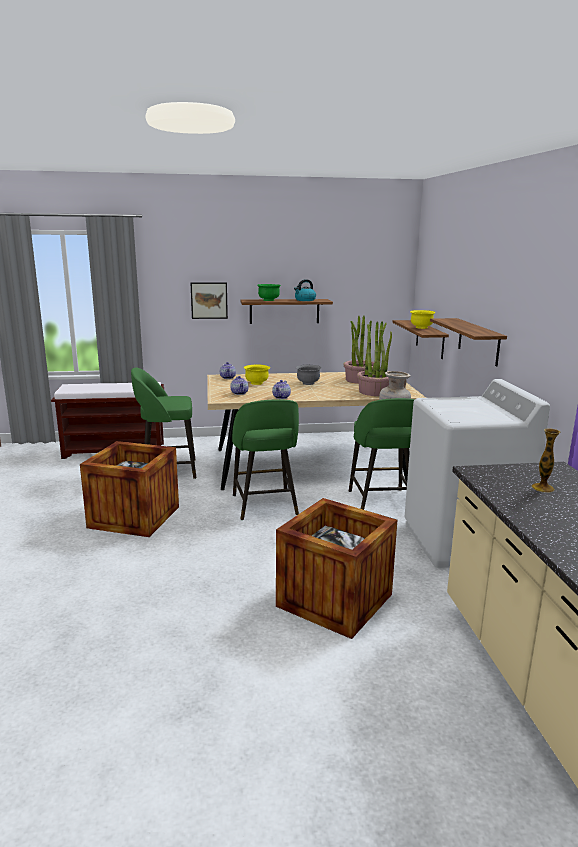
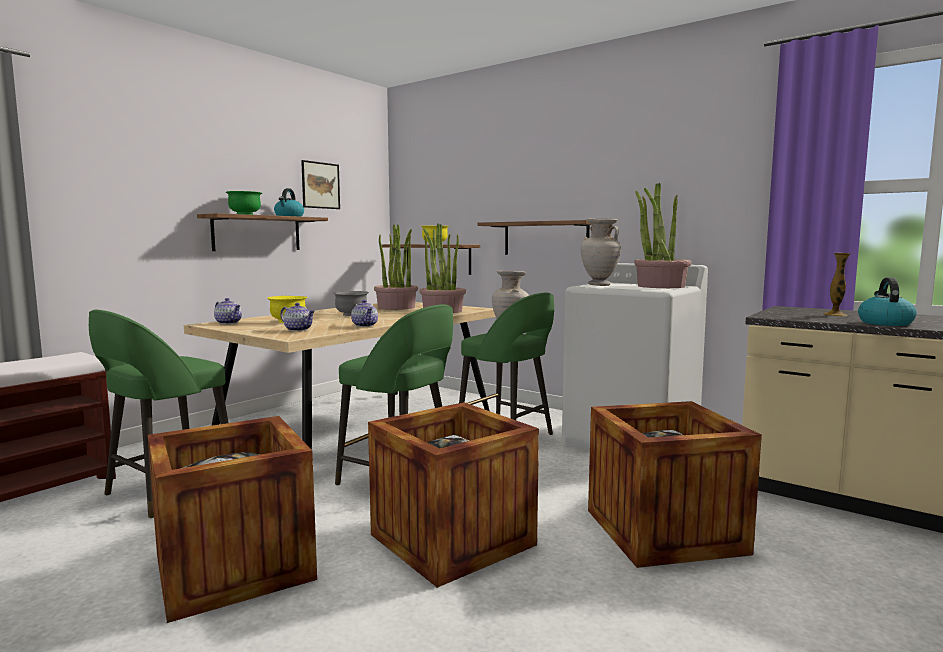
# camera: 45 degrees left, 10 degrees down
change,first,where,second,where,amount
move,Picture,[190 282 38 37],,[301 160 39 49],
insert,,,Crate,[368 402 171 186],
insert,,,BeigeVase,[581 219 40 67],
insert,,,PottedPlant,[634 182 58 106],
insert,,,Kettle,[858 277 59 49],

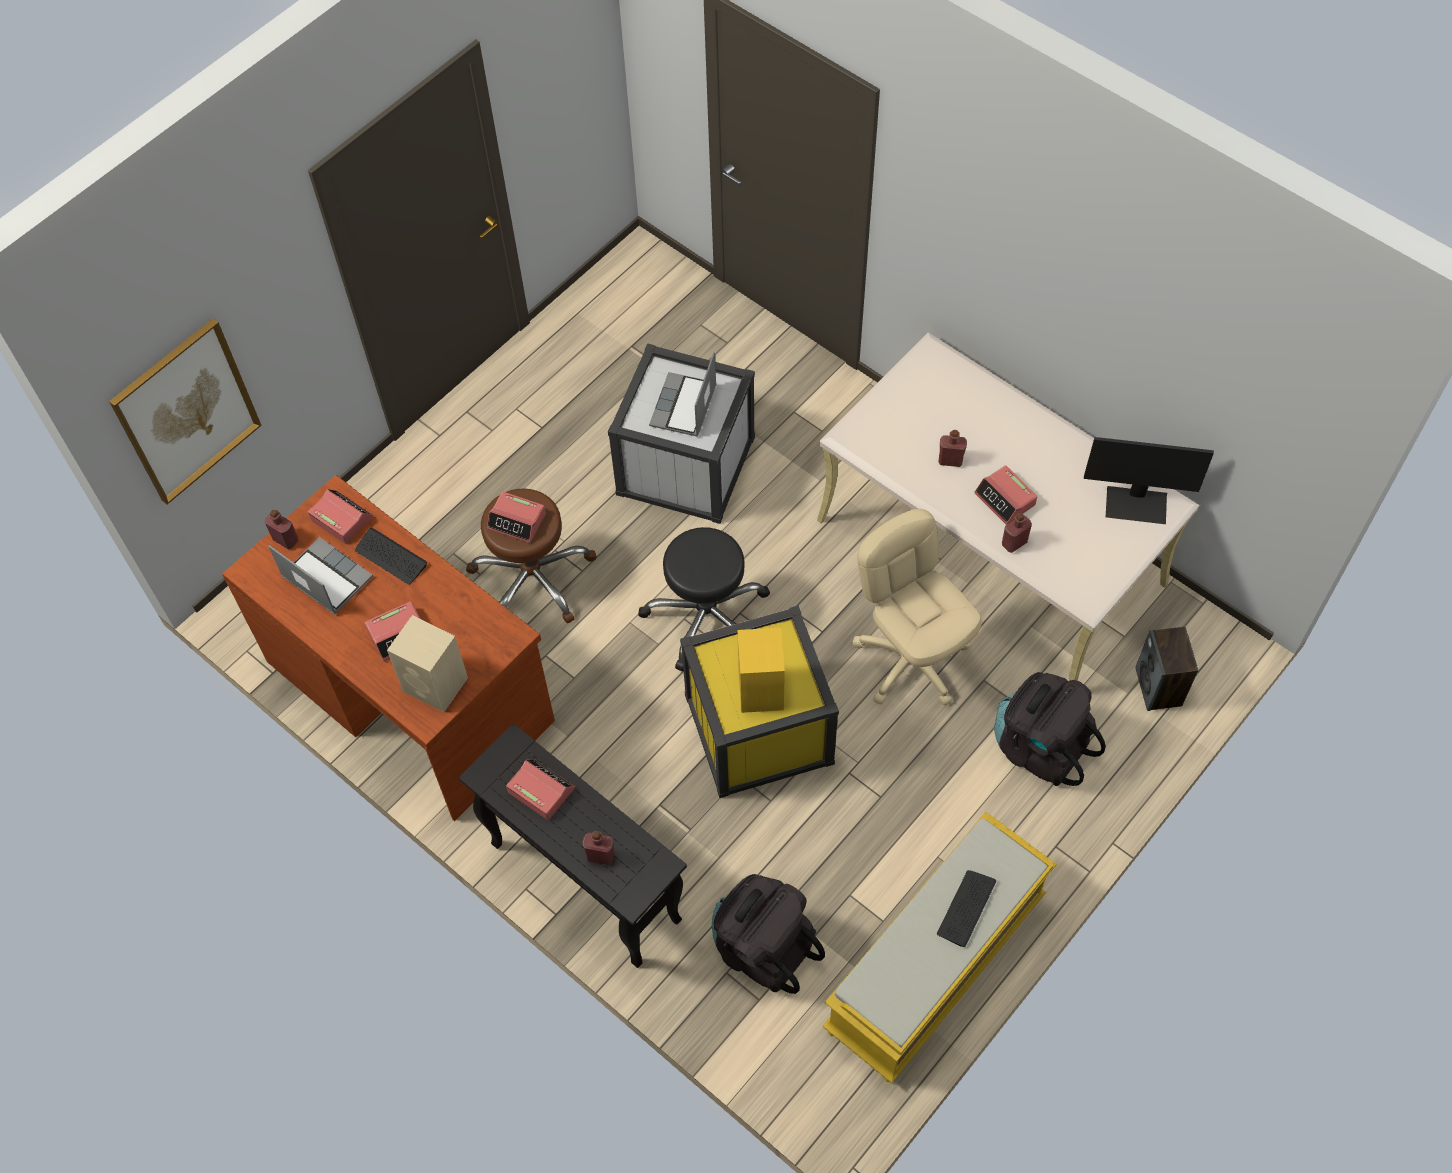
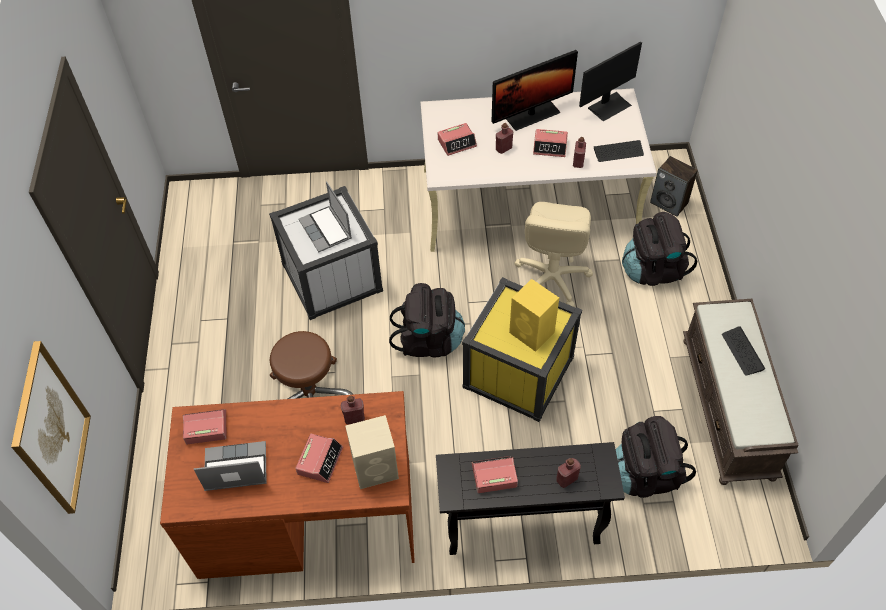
# camera: 45 degrees left, 5 degrees down
change,first,where,second,where,amount
move,RedBottle,[265 510 33 39],,[341 396 24 29],
move,Keyboard,[355 528 73 57],,[594 140 50 22],
move,AlarmClock,[487 492 59 51],,[438 123 39 33],
replace,BlackStool,[638 527 132 144],BlackBackpack,[389 283 76 74],
recolor,YellowBench,[822 812 235 272],BrownBench,[683 299 116 186],
rotate,BeigeOfficeChair,[852 509 130 197],,[514 202 79 105],90 degrees counterclockwise
insert,,,Monitor,[491 50 87 81],

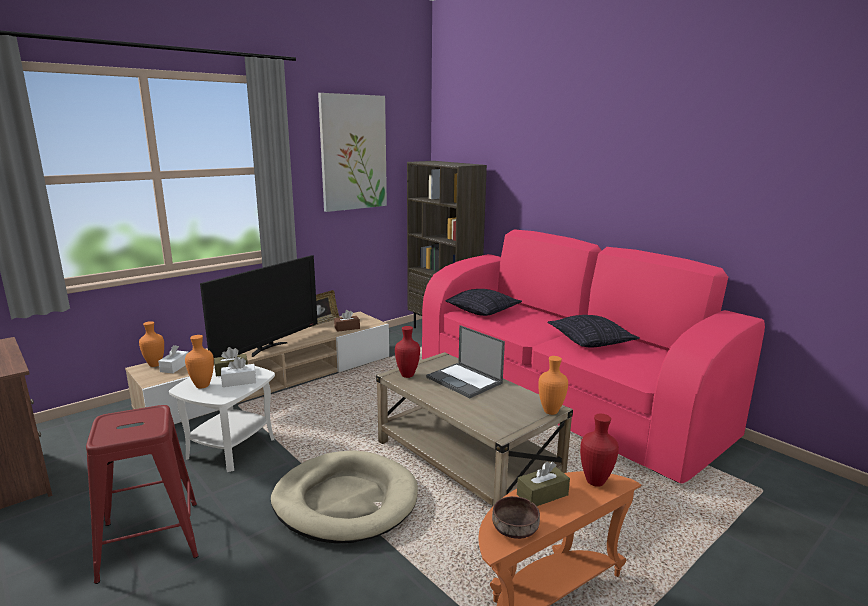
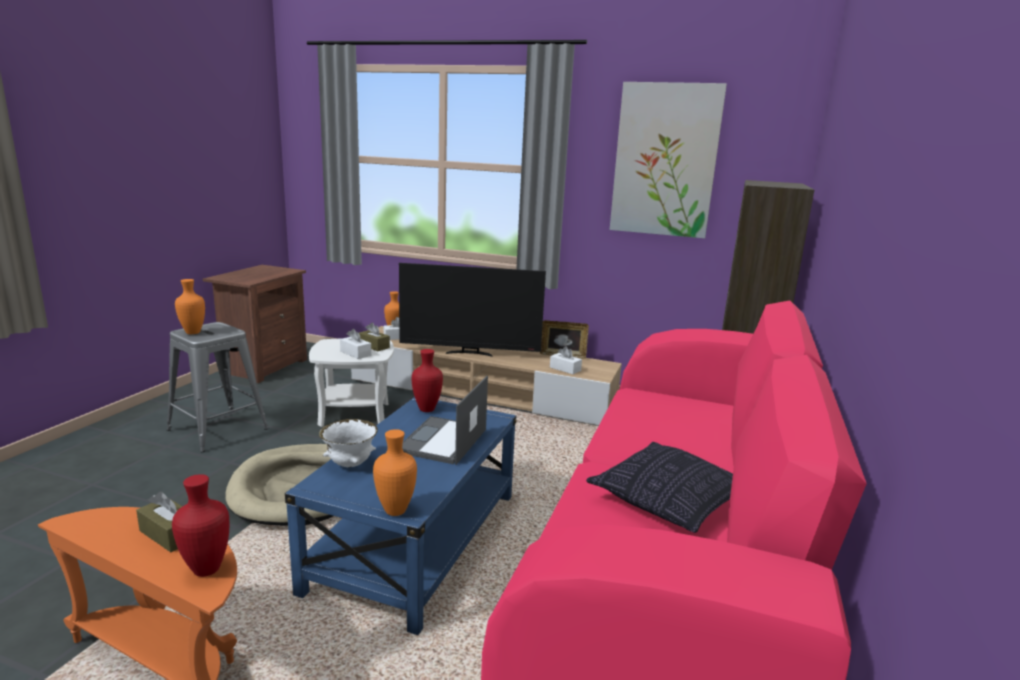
# camera: 60 degrees right, 0 degrees up
change,first,where,second,where,amount
recolor,RedStool,[86 405 113 179],GreyStool,[167 322 101 130],
move,OrangeVase,[185 335 29 54],,[175 279 30 55],
recolor,BrownTissueBox,[334 310 26 22],WhiteTissueBox,[550 346 32 28],
recolor,BeigeCoffeeTable,[376 352 197 154],BlueCoffeeTable,[285 397 232 238],
delete,Pillow,[446 289 76 27],,,
delete,BrownBowl,[492 496 48 43],,,
insert,,,WhiteBowl,[319 419 59 48],

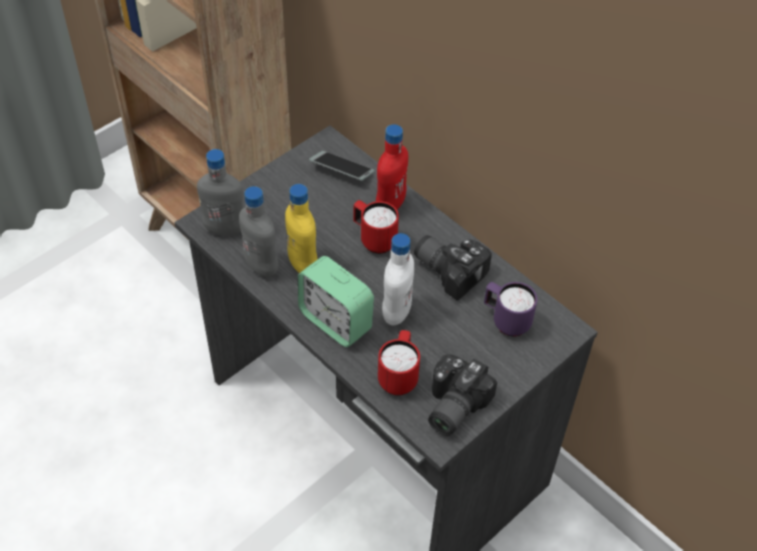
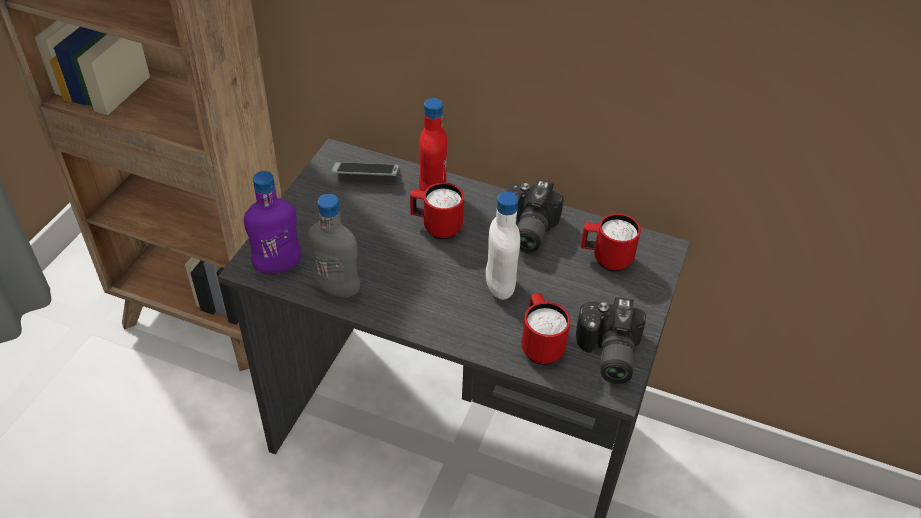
# camera: 25 degrees left, 5 degrees down
change,first,where,second,where,amount
recolor,GreyBottle,[197 149 46 87],PurpleBottle,[244 171 57 103],
delete,YellowBottle,[285 184 33 89],,,
delete,AlarmClock,[298 256 76 91],,,
rotate,PhotoCamera,[414 235 78 66],,[505 180 59 73],90 degrees counterclockwise
recolor,PurpleMug,[484 282 53 55],RedMug,[581 213 60 59],

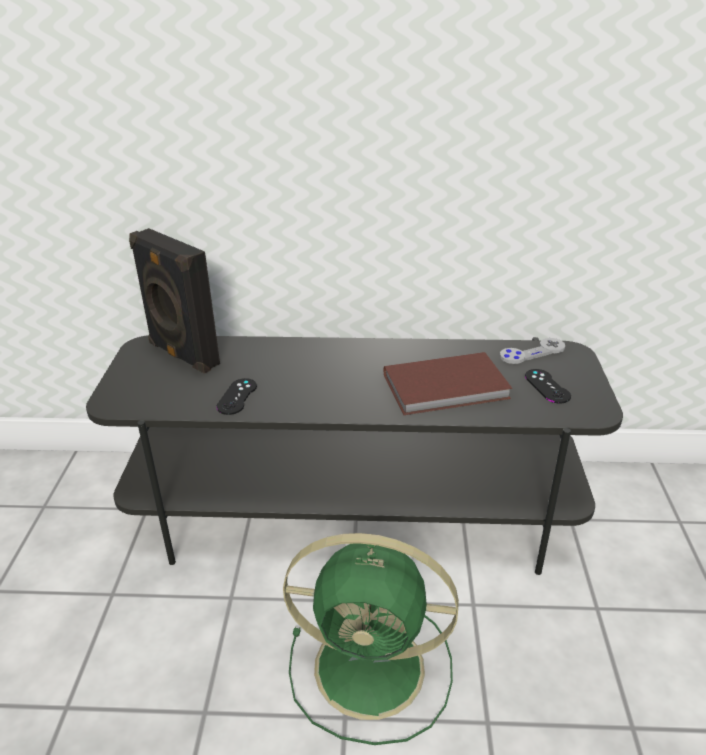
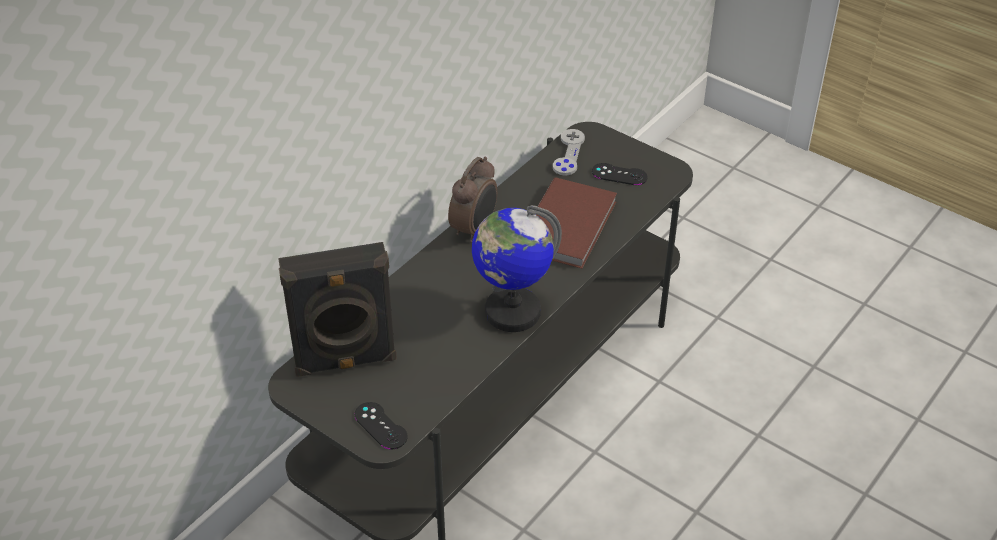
# camera: 55 degrees left, 10 degrees up
change,first,where,second,where,amount
move,BlackGameController,[216 378 41 37],,[354 402 54 47],
delete,GreenFan,[283 533 176 212],,,
insert,,,AlarmClock,[448 157 49 86],
insert,,,Globe,[472 205 90 127],

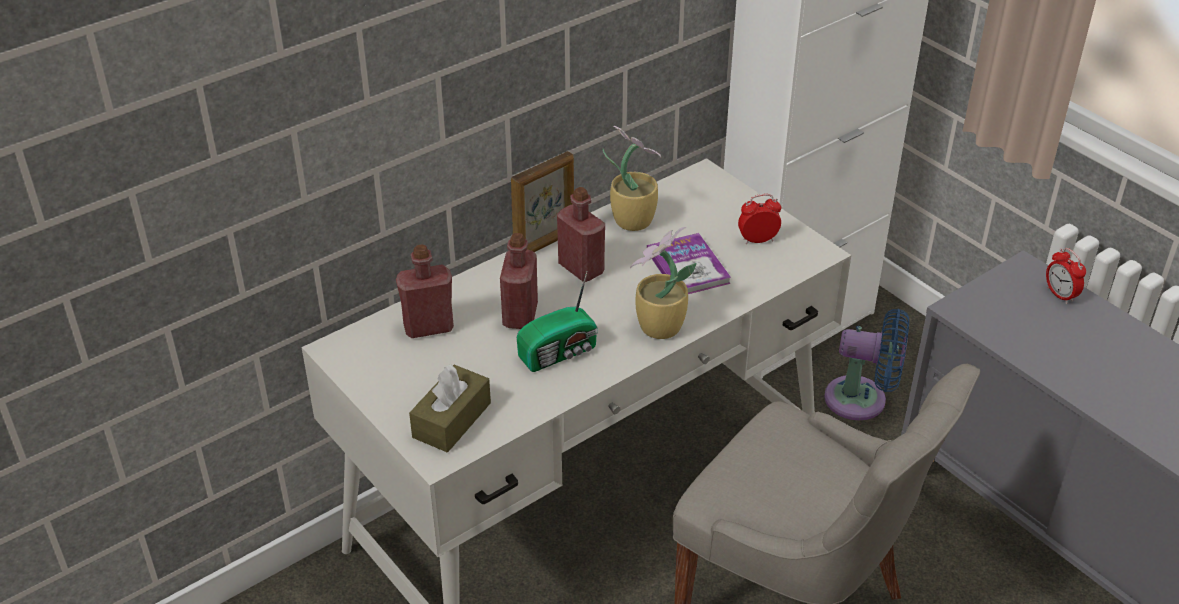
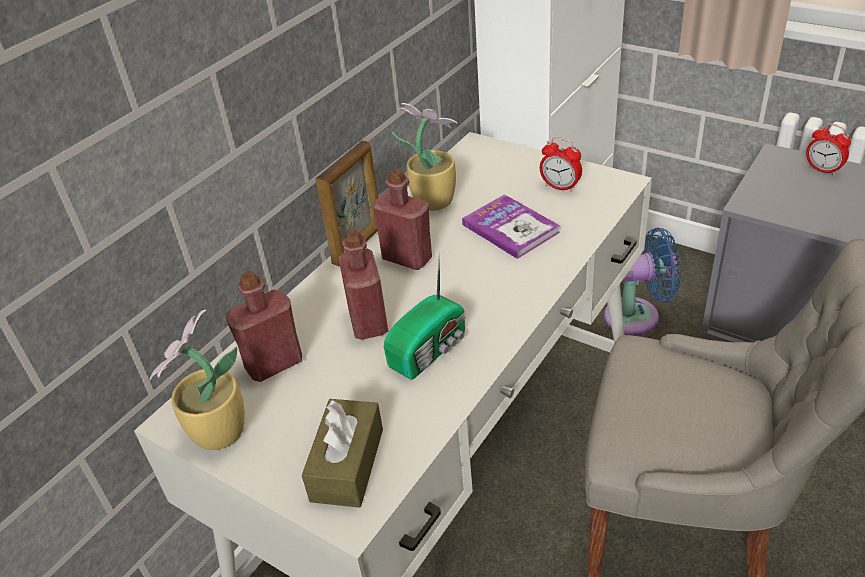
# camera: 15 degrees left, 0 degrees up
change,first,where,second,where,amount
move,PottedPlant,[630 227 66 112],,[150 310 94 140],
rotate,AlarmClock,[738 194 43 50],,[540 137 42 55],120 degrees counterclockwise

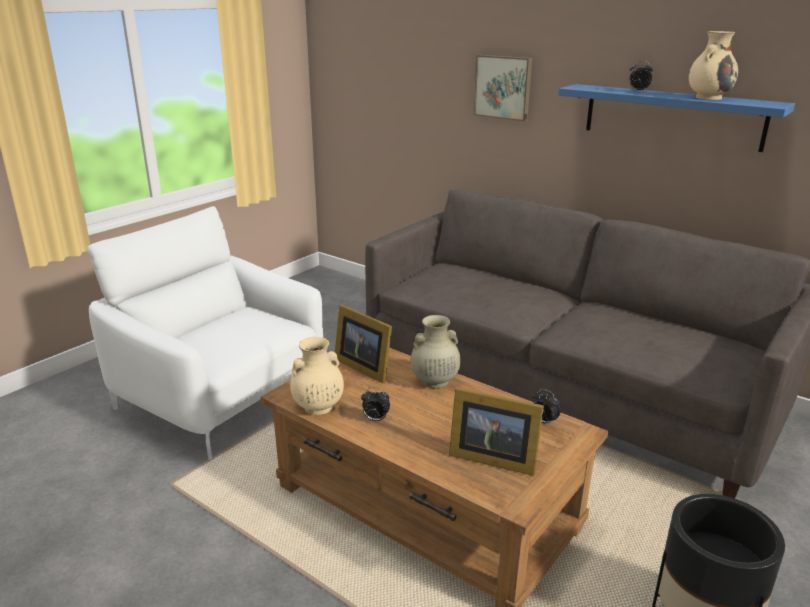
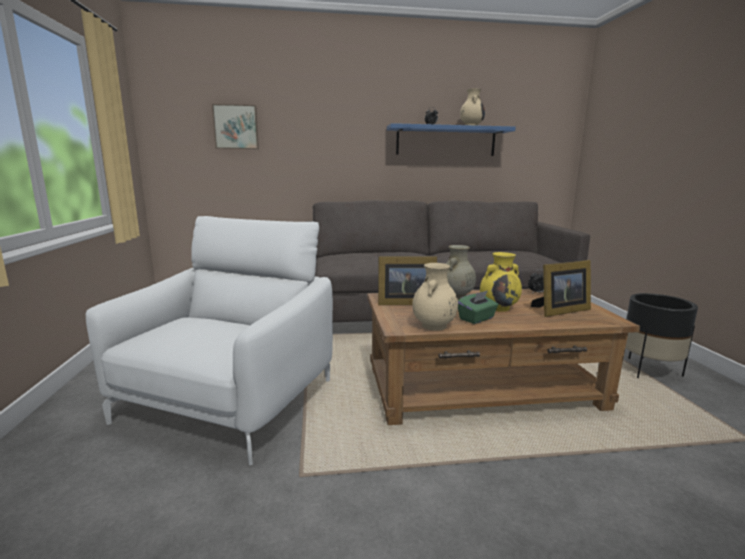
# camera: 45 degrees left, 10 degrees down
change,first,where,second,where,amount
rotate,WhiteArmchair,[87 206 236 254],,[86 216 247 250],120 degrees clockwise
replace,AlarmClock,[361 388 29 33],GreenTissueBox,[458 291 41 33],
move,Picture,[474 55 58 66],,[212 104 47 45],
insert,,,YellowVase,[480 252 42 60],

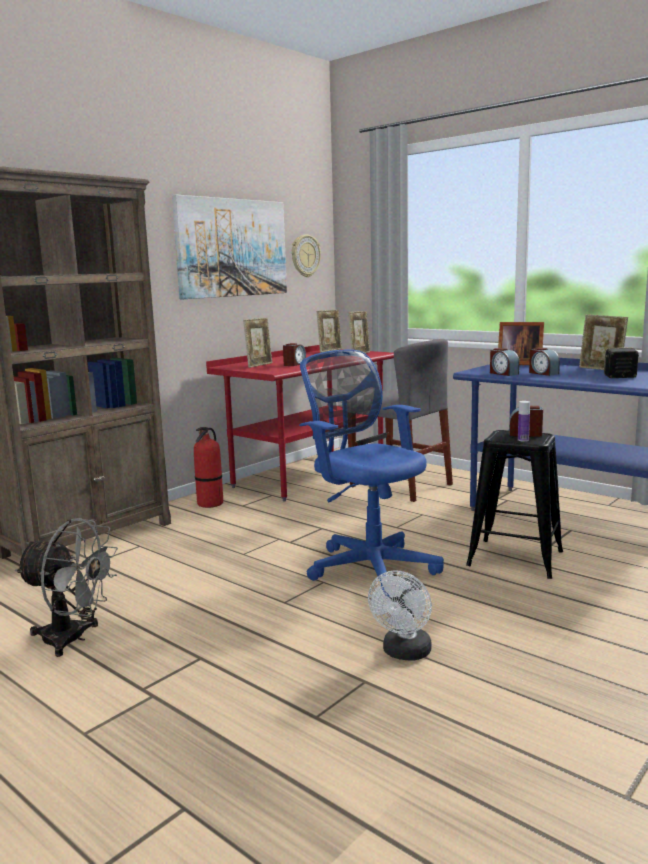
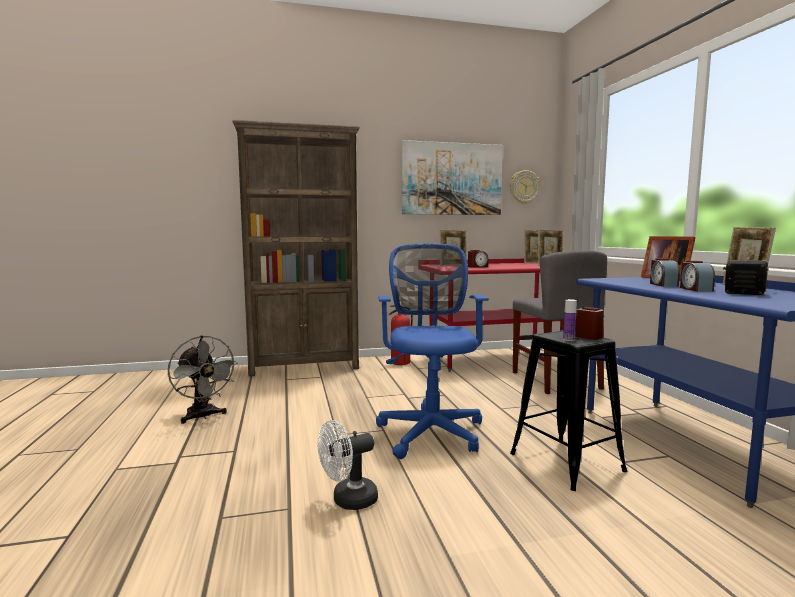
# camera: 35 degrees right, 5 degrees down
change,first,where,second,where,amount
move,AlarmClock,[490 348 29 28],,[680 261 35 31],

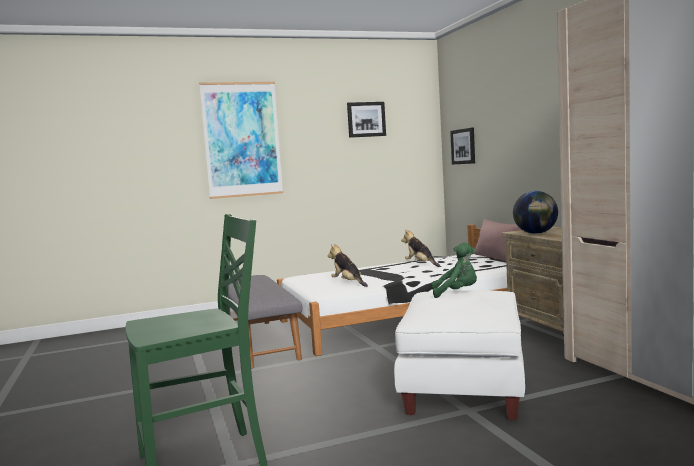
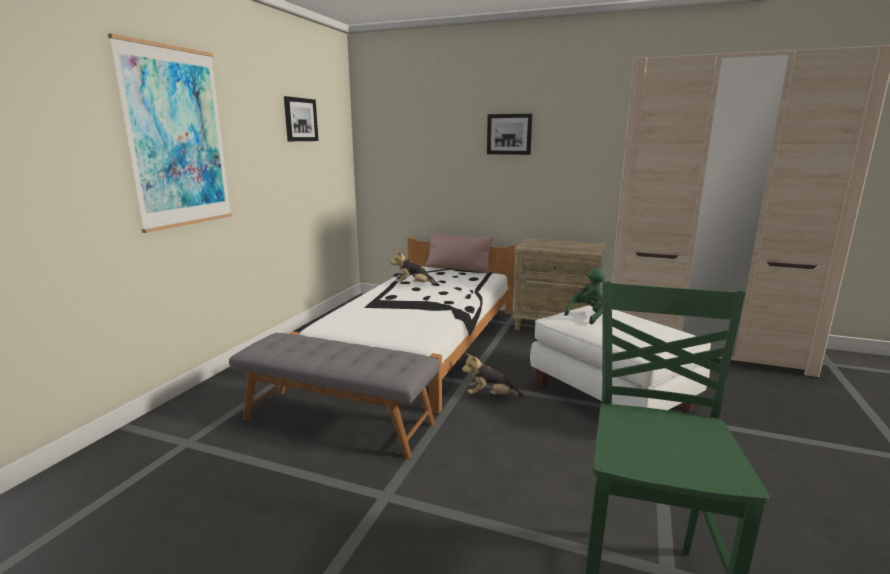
# camera: 50 degrees left, 10 degrees up
change,first,where,second,where,amount
move,PlushToy,[327 244 41 43],,[462 353 62 44],
move,Picture,[450 127 25 38],,[487 114 46 41],
delete,Globe,[513 191 45 43],,,

